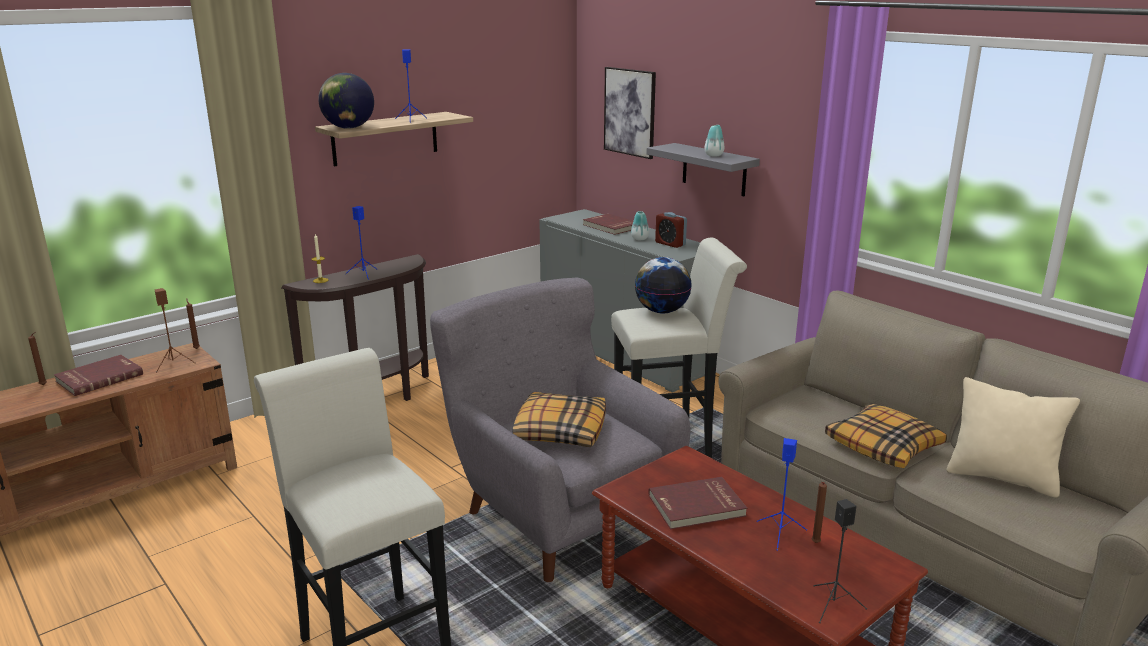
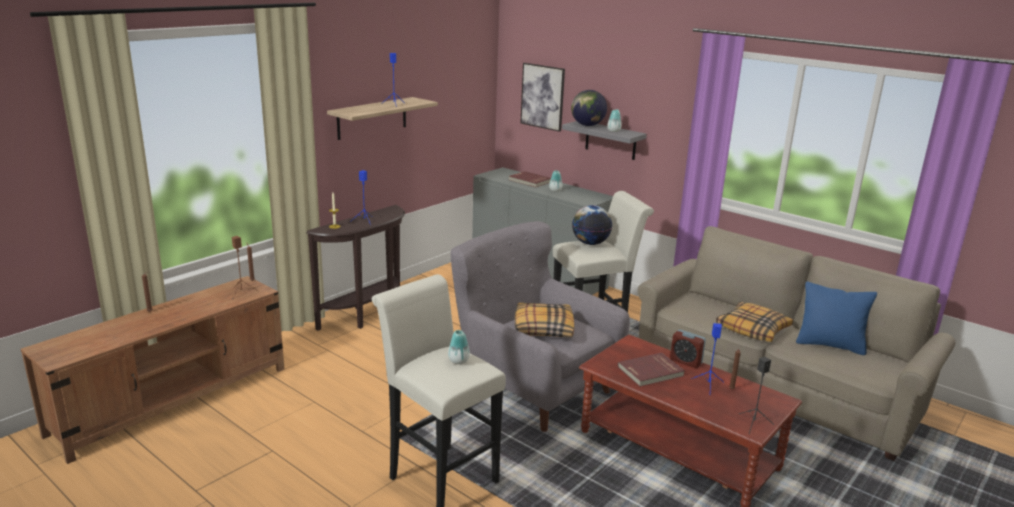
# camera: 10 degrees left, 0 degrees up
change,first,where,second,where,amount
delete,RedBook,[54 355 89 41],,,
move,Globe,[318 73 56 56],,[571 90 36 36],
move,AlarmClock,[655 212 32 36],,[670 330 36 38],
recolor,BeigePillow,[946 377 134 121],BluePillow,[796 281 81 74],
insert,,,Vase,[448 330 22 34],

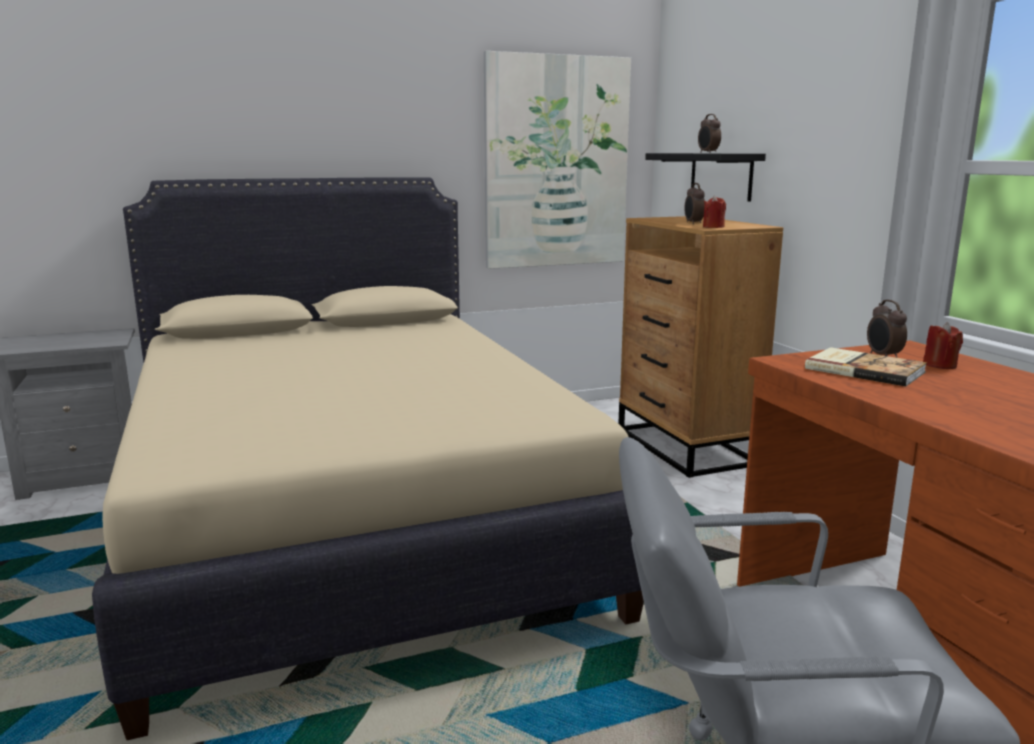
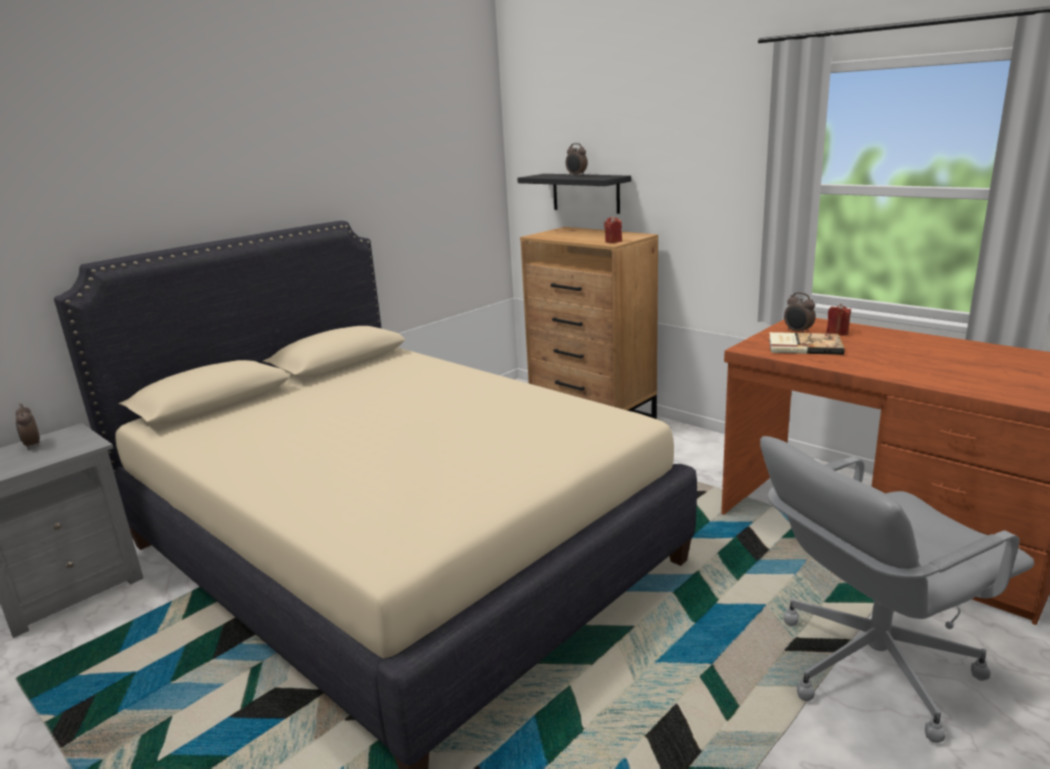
# camera: 25 degrees left, 5 degrees up
change,first,where,second,where,amount
delete,Picture,[484 51 147 218],,,
move,AlarmClock,[684 183 21 41],,[16 403 24 47],

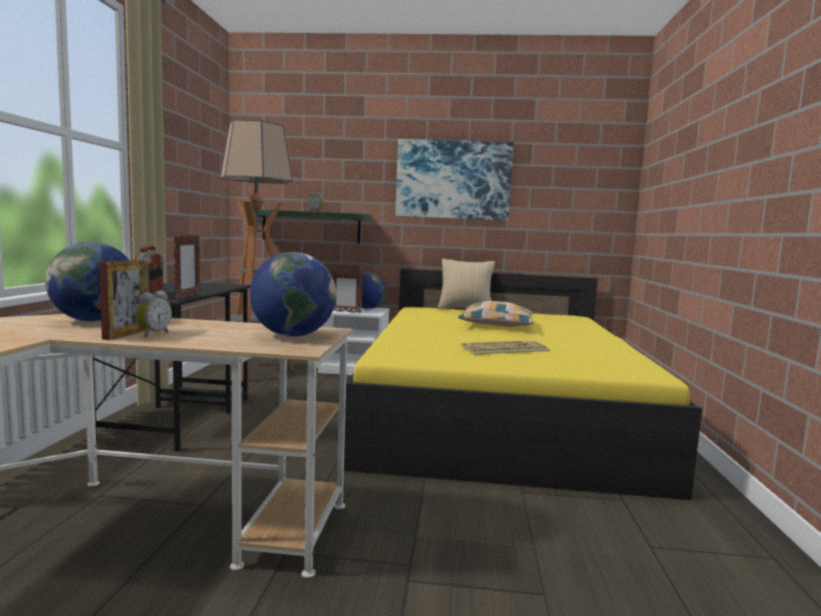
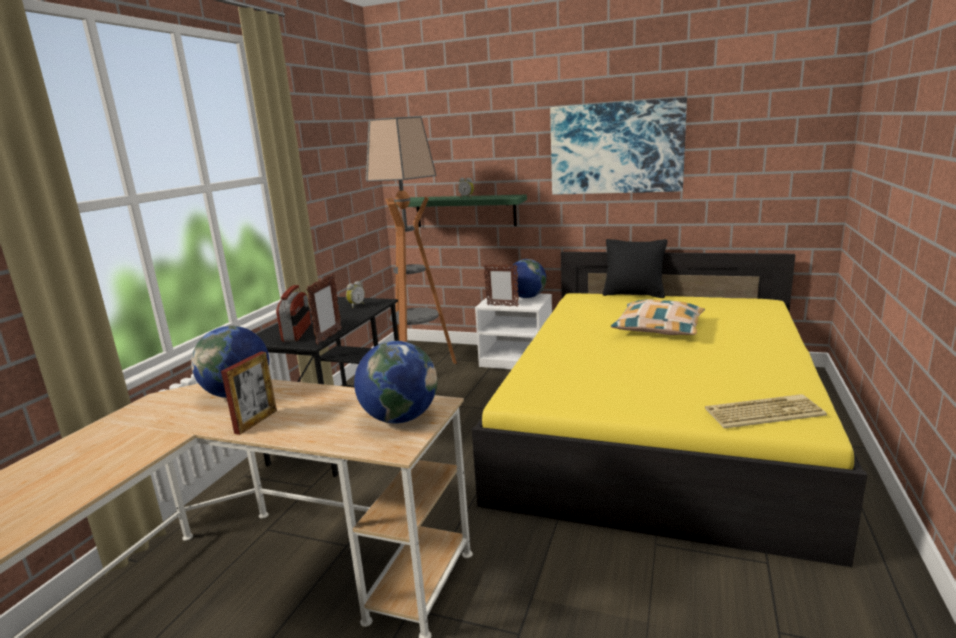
# camera: 15 degrees right, 10 degrees up
change,first,where,second,where,amount
move,AlarmClock,[135 291 37 46],,[346 281 19 27],
recolor,BeigePillow,[438 259 57 50],BlackPillow,[603 239 64 59],
move,Keyboard,[461 341 89 13],,[705 394 122 35],

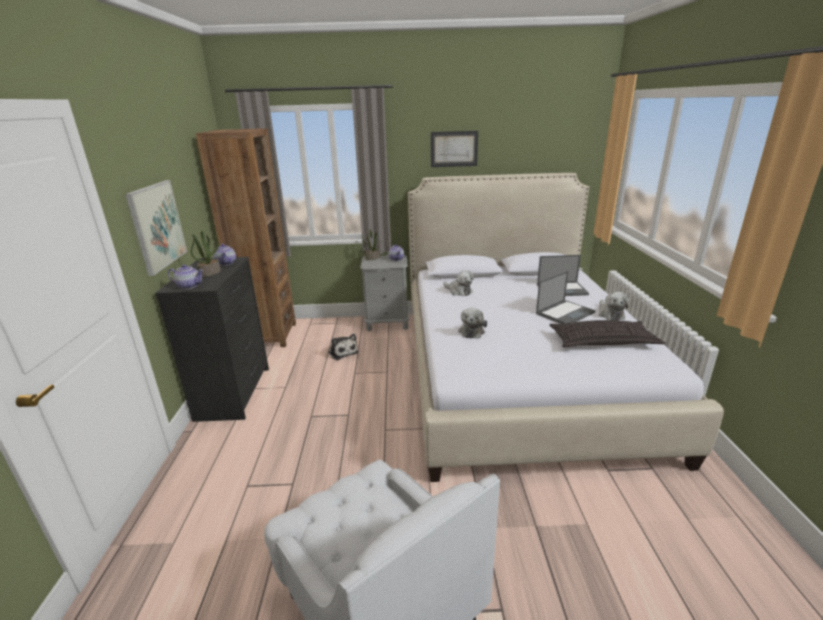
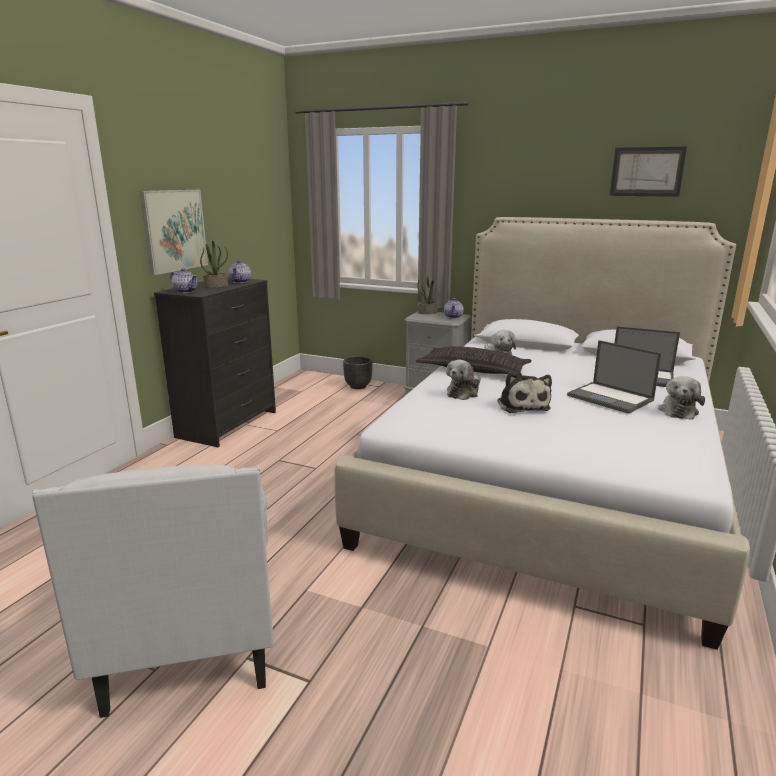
# camera: 25 degrees right, 5 degrees down
change,first,where,second,where,amount
delete,BrownBookcase,[196 128 100 219],,,
move,PlushToy,[328 334 30 26],,[497 372 55 41],
move,Picture,[431 131 47 36],,[610 146 77 51],
rotate,Laptop,[536 271 59 53],,[567 340 95 74],60 degrees clockwise
move,Pillow,[550 320 116 28],,[415 346 117 30],
insert,,,BlackPlanter,[343 356 29 33],

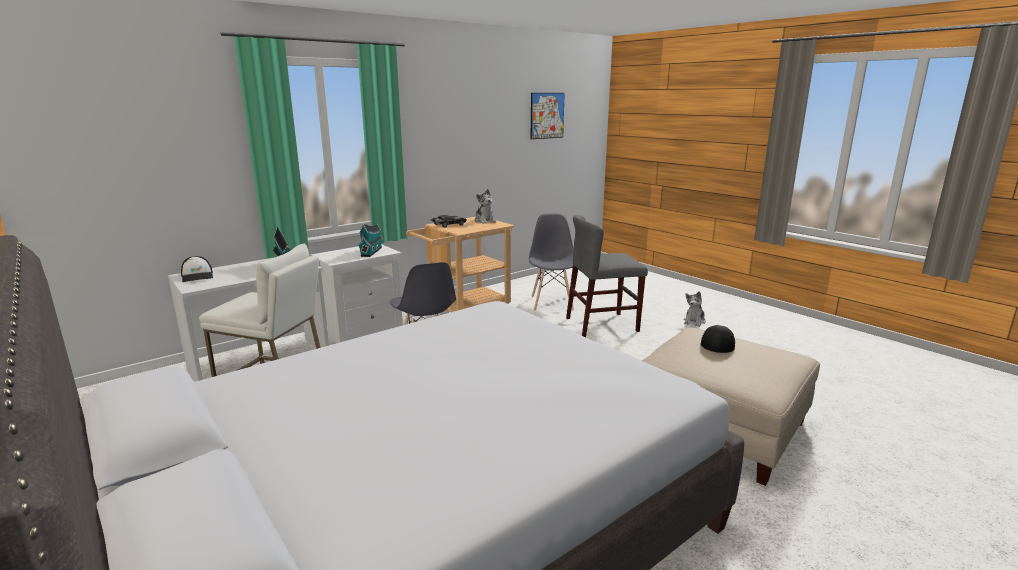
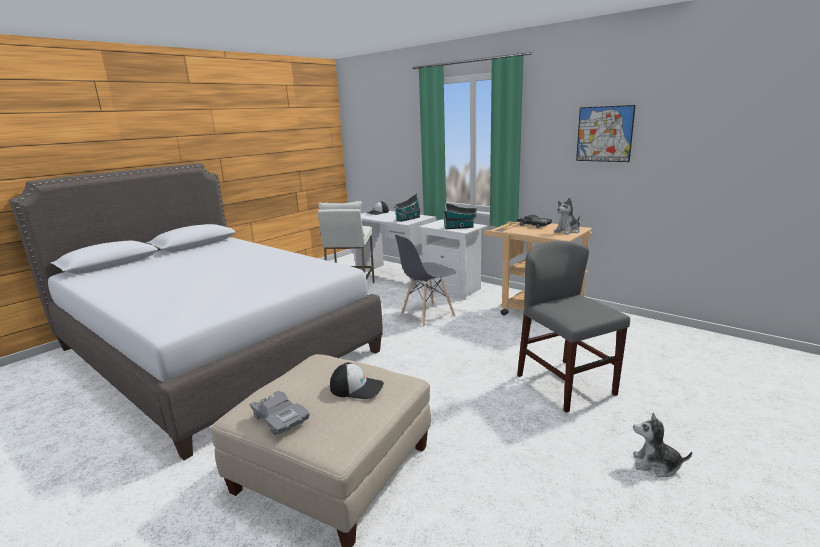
# camera: 80 degrees right, 0 degrees up
change,first,where,second,where,amount
delete,GreyChair,[529 214 45 96],,,
move,Picture,[531 93 34 46],,[576 105 60 57],
insert,,,GreyToyCar,[250 391 60 44],

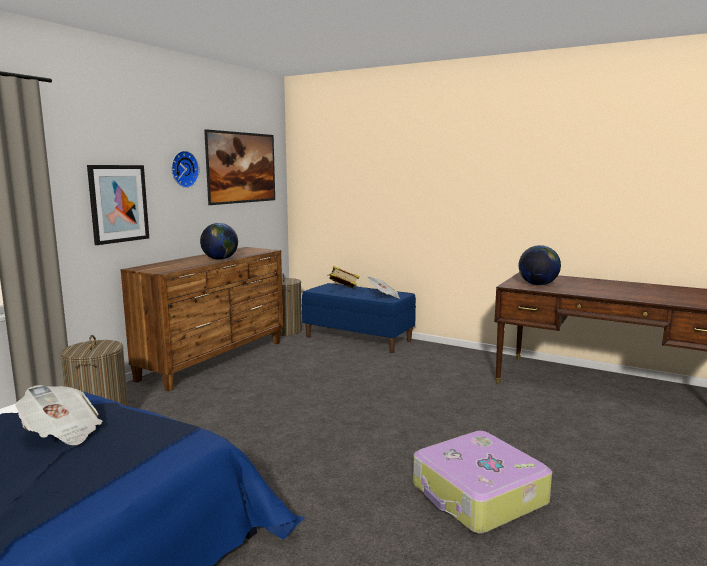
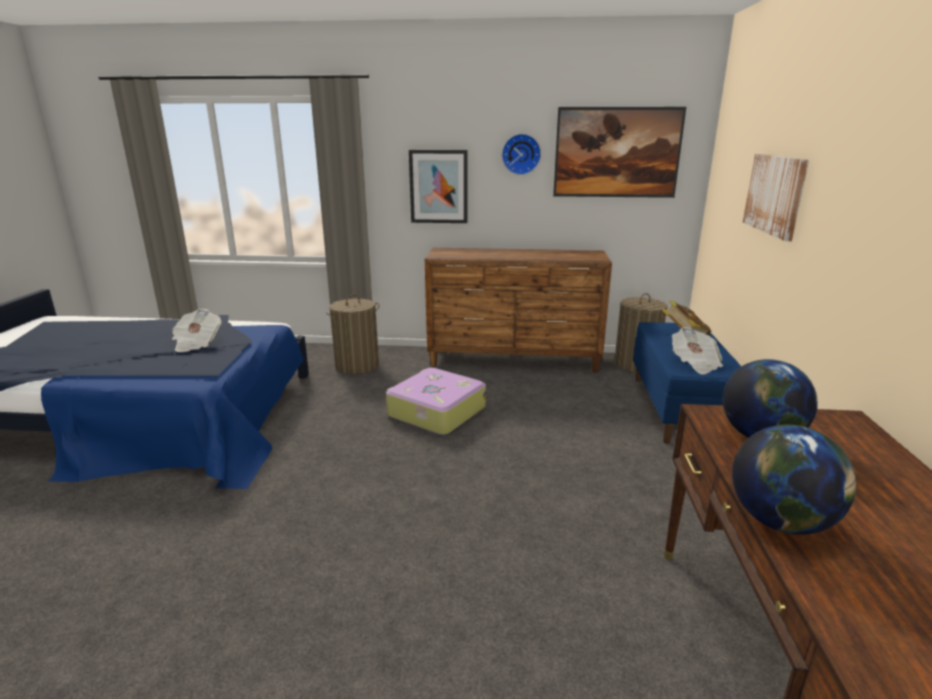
# camera: 65 degrees right, 10 degrees up
change,first,where,second,where,amount
move,Globe,[200 223 38 37],,[732 425 124 110],
move,Suitcase,[413 431 139 103],,[386 368 100 67],
insert,,,Picture,[743 154 66 87],

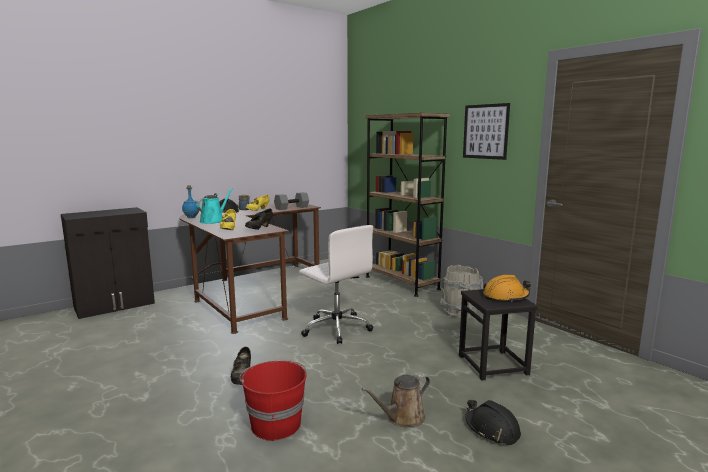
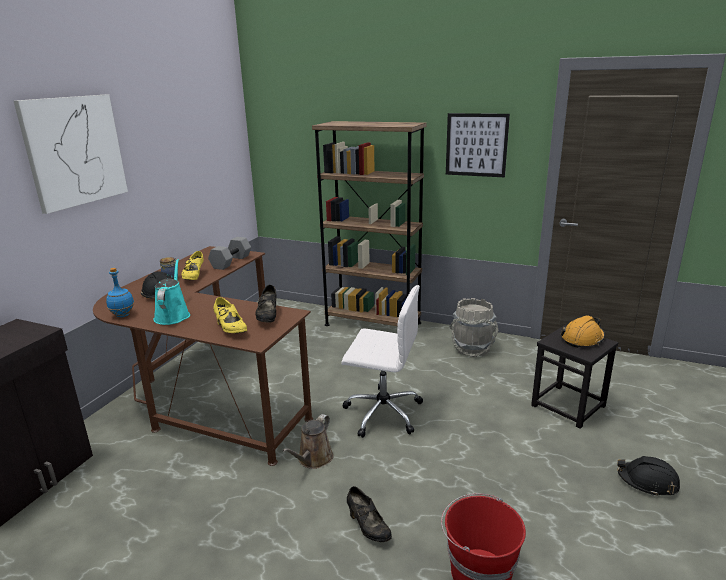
# camera: 30 degrees left, 10 degrees up
change,first,where,second,where,amount
move,BrownWateringCan,[361 374 69 53],,[282 414 52 55],
insert,,,Picture,[14 95 114 119],

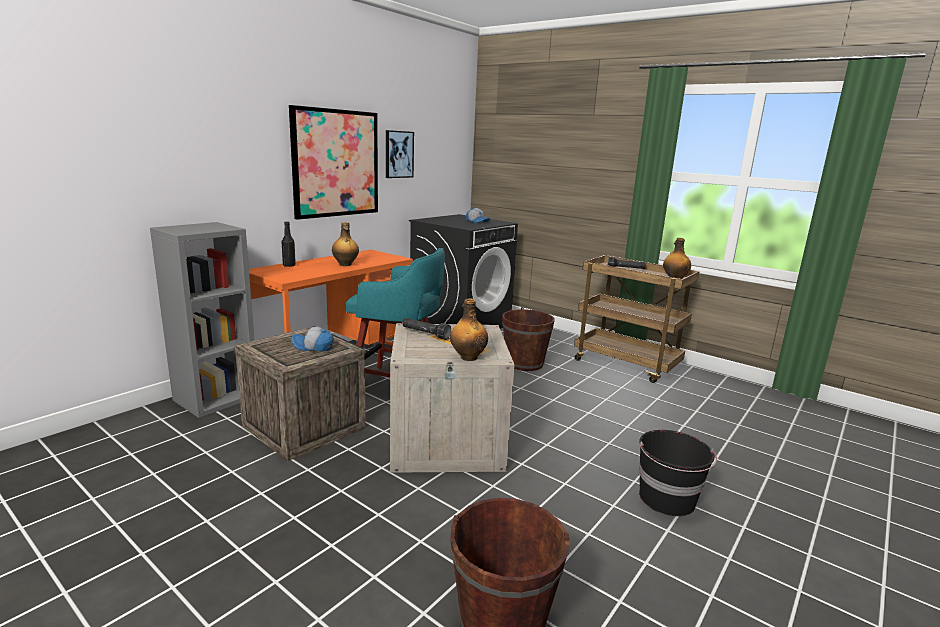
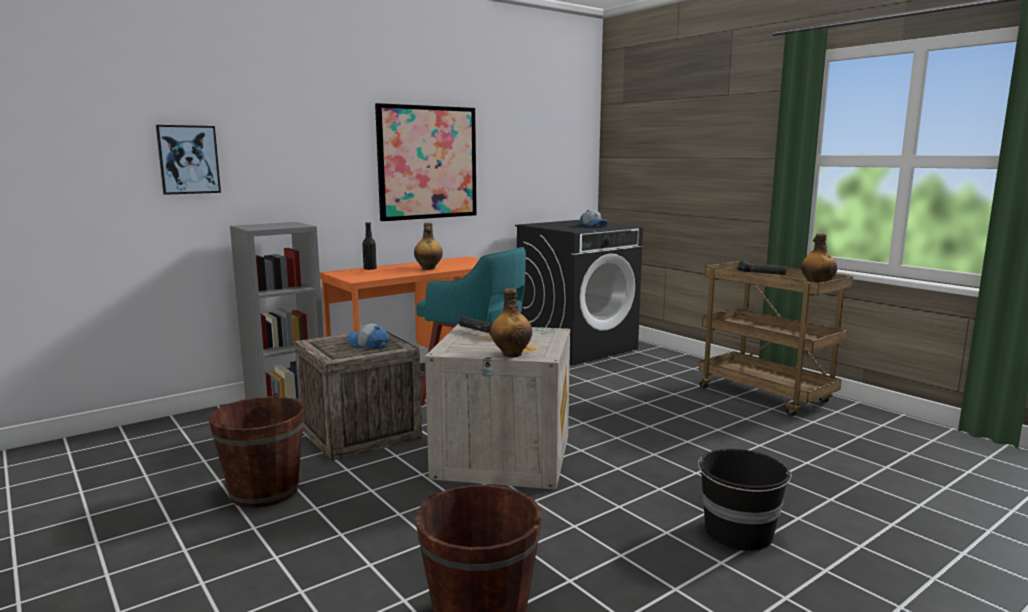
# camera: 15 degrees right, 5 degrees down
change,first,where,second,where,amount
move,Picture,[386 130 28 48],,[156 125 65 70],
move,BrownBucket,[502 307 53 64],,[208 393 97 115],

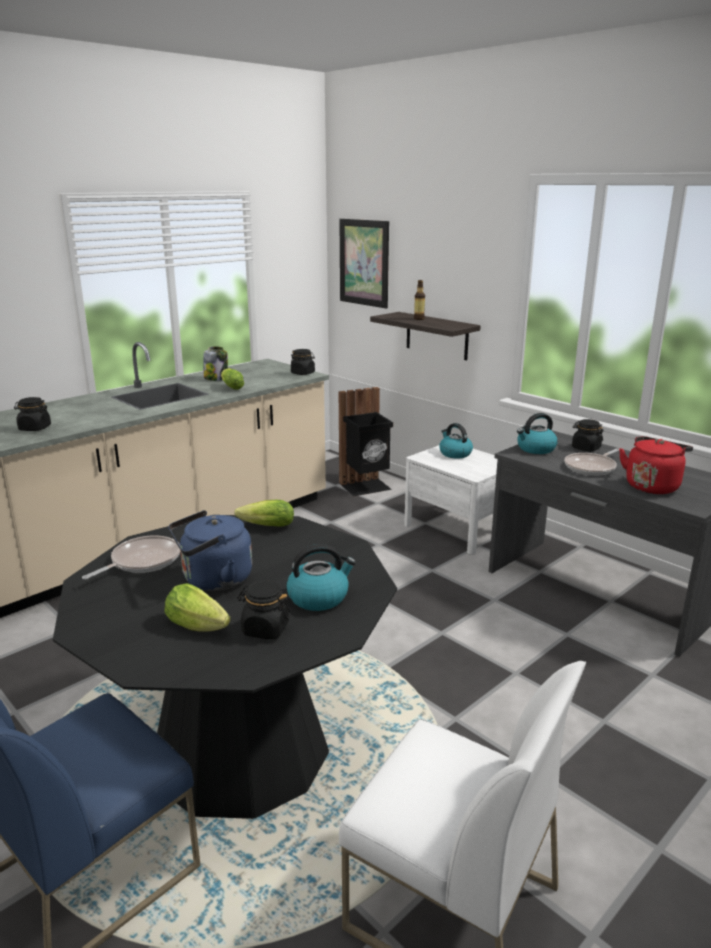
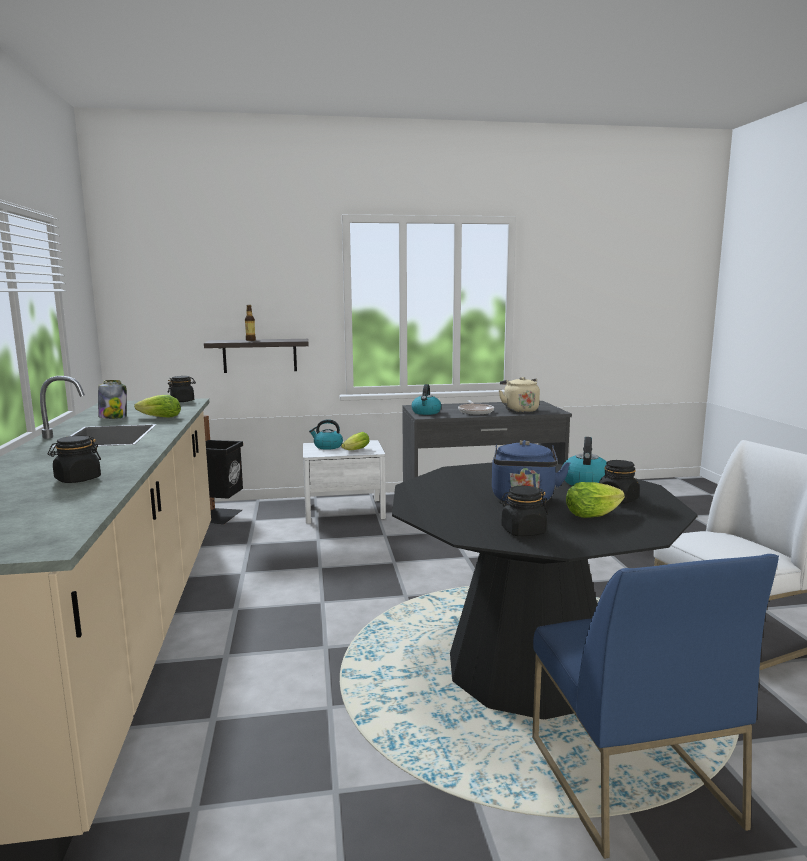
# camera: 55 degrees left, 10 degrees down
change,first,where,second,where,amount
delete,FryingPan,[82 535 98 45],,,
move,Lettuce,[234 500 60 27],,[341 432 28 18],
delete,Picture,[339 219 50 89],,,
move,BlackJar,[572 419 32 33],,[500 486 48 50],
recolor,RedKettle,[619 436 74 58],BeigeKettle,[498 377 42 36],

